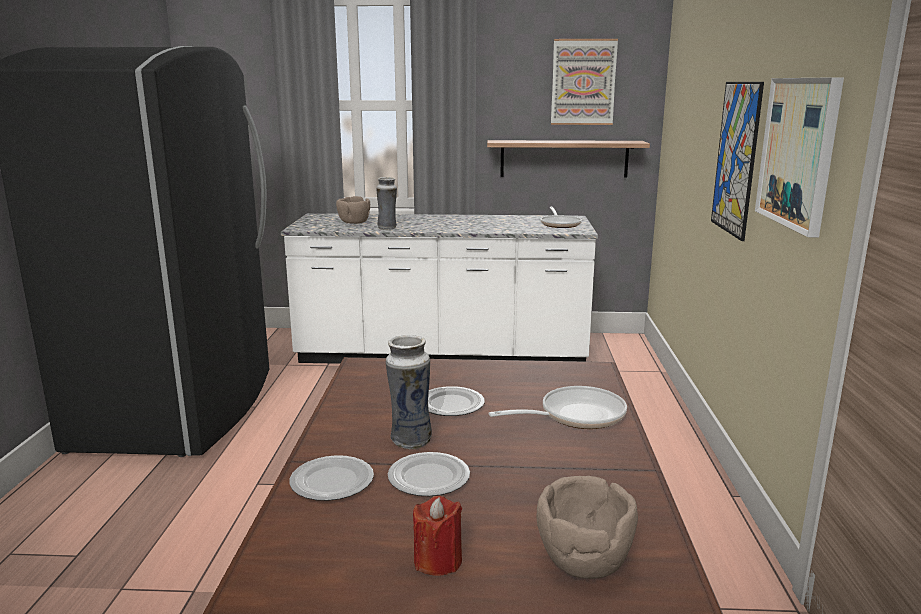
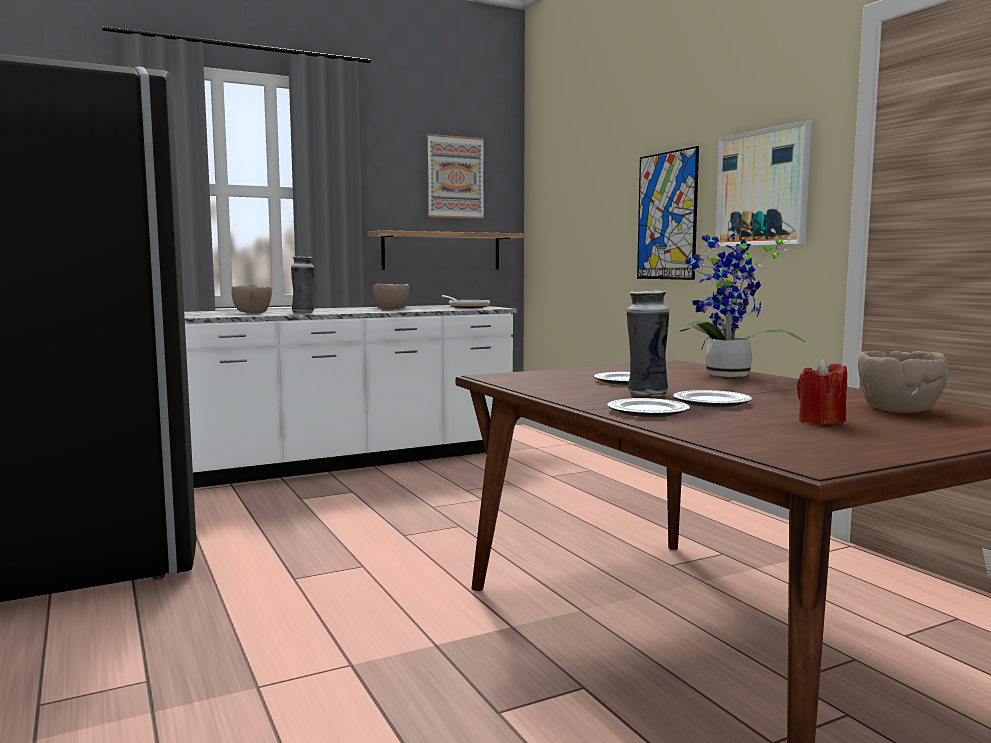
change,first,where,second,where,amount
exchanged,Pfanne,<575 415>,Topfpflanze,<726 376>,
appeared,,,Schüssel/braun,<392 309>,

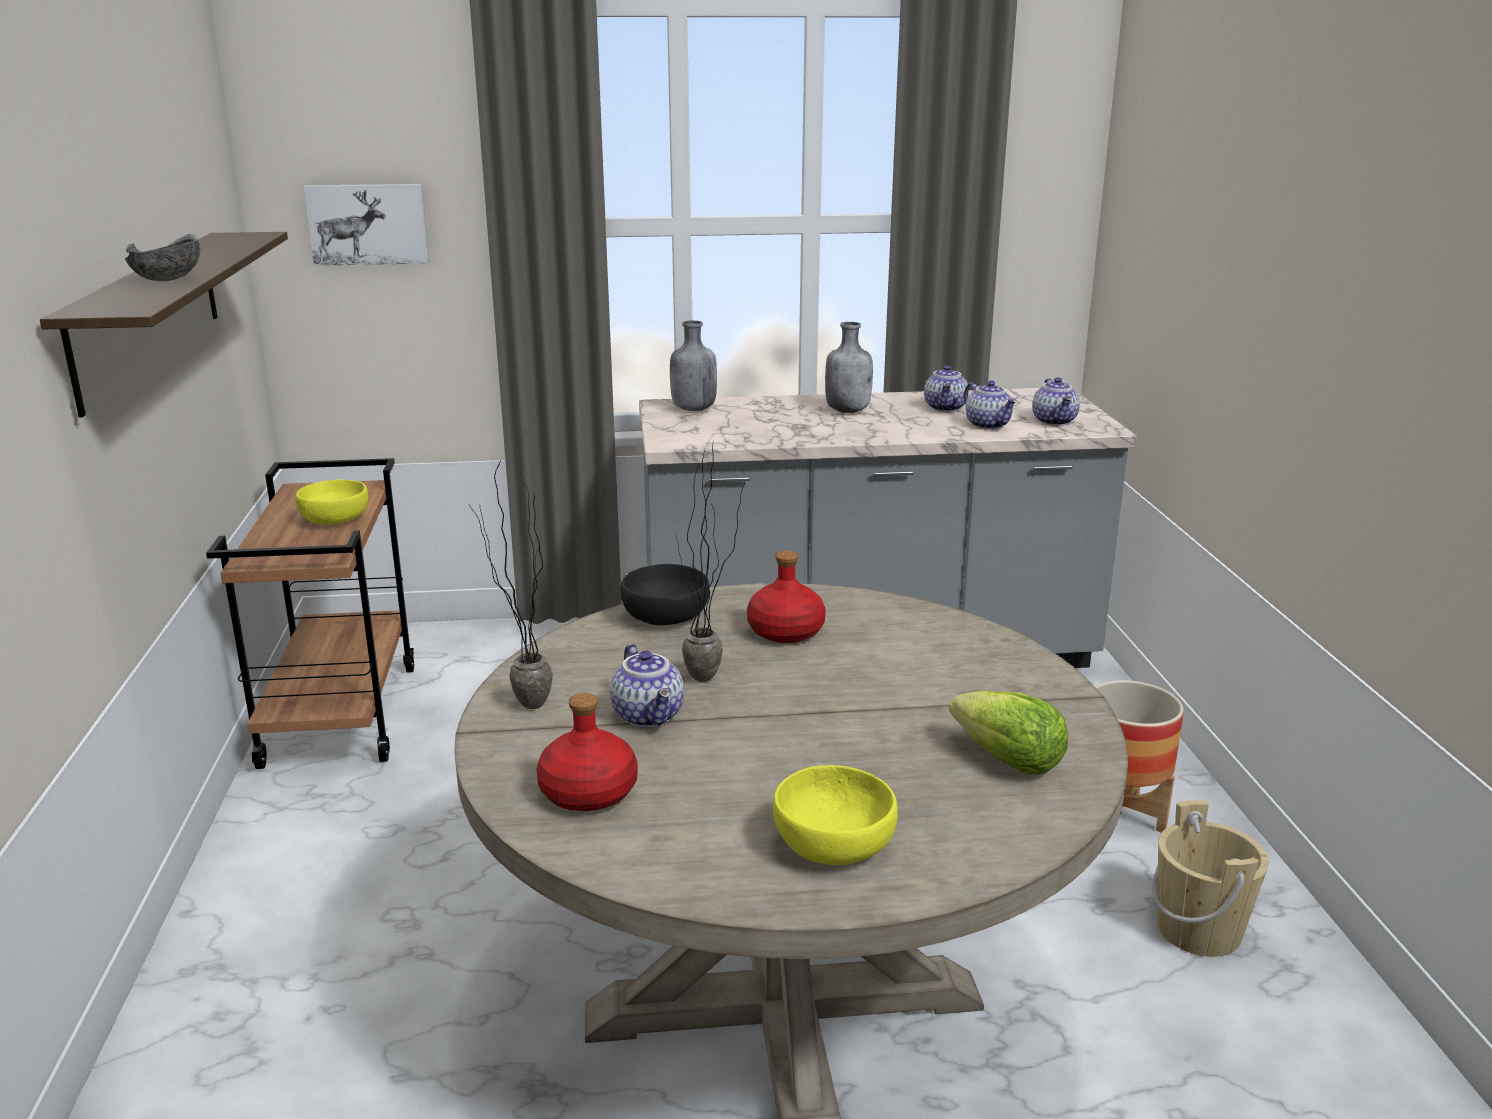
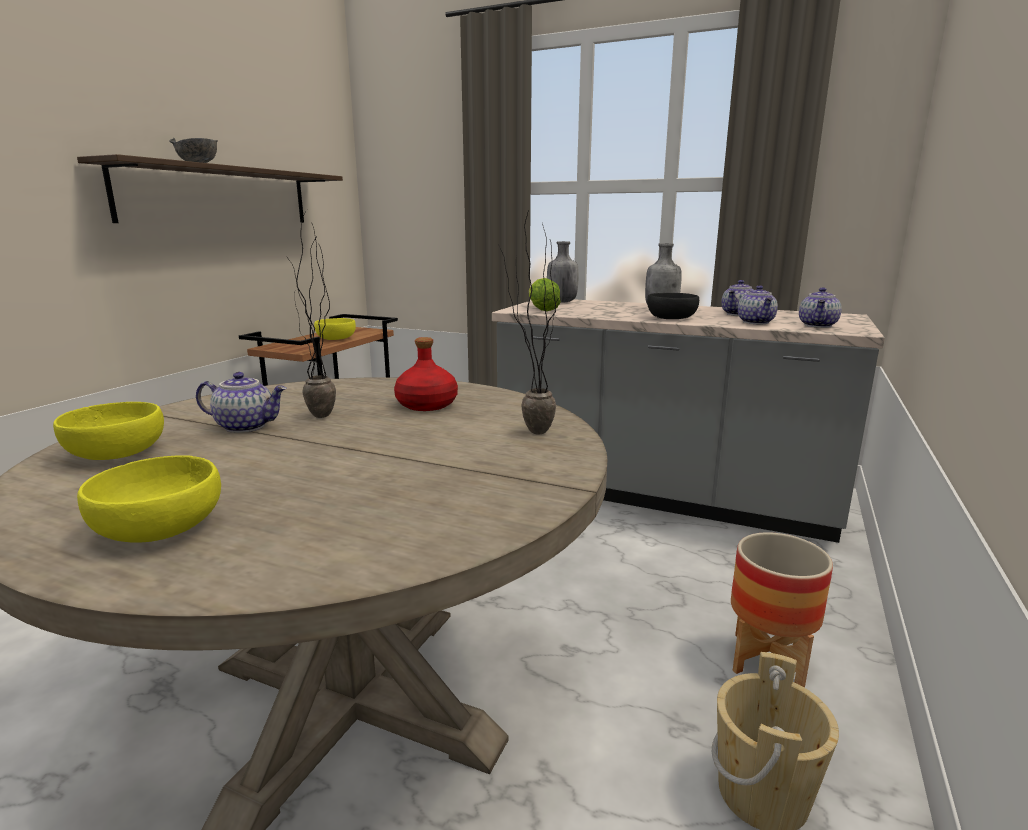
change,first,where,second,where,amount
missing,Bild,<368 224>,,,
relocated,Topfpflanze,<519 706>,,<528 431>,
exchanged,Flasche/rot,<589 793>,Schüssel/gelb,<116 454>,
spun,Teekanne,<650 716>,,<247 426>,90 degrees counterclockwise
relocated,Schüssel/schwarz,<667 617>,,<672 318>,
relocated,Salatkopf,<1008 761>,,<542 310>,

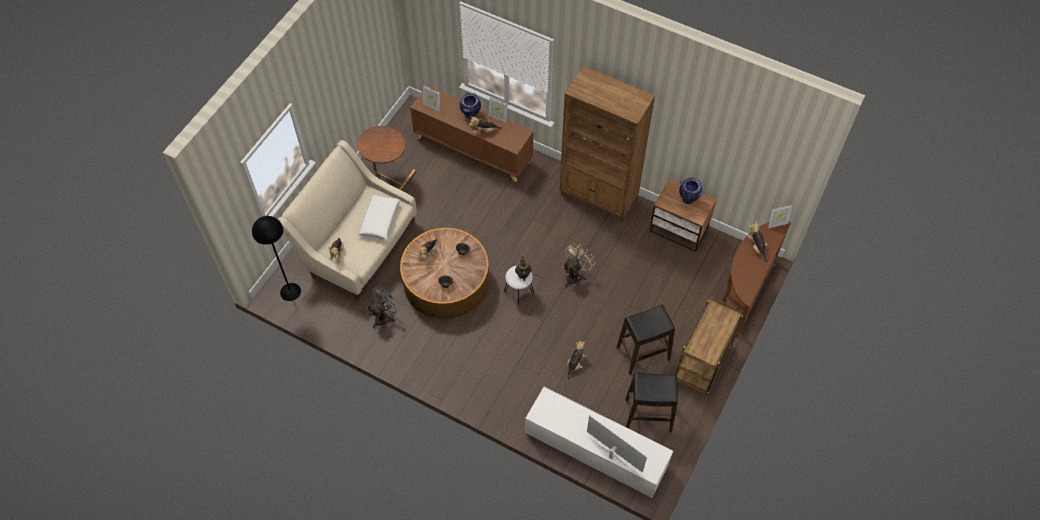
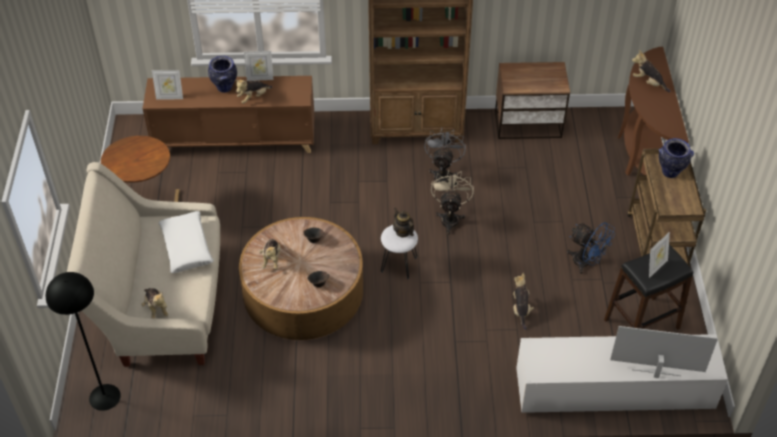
change,first,where,second,where,amount
relocated,Ventilator/grau,<385 316>,,<443 175>,
exchanged,Hocker/schwarz,<643 353>,Ventilator/blau,<586 263>,
relocated,Vase,<688 199>,,<670 172>,
relocated,Bilderrahmen,<777 224>,,<655 267>,

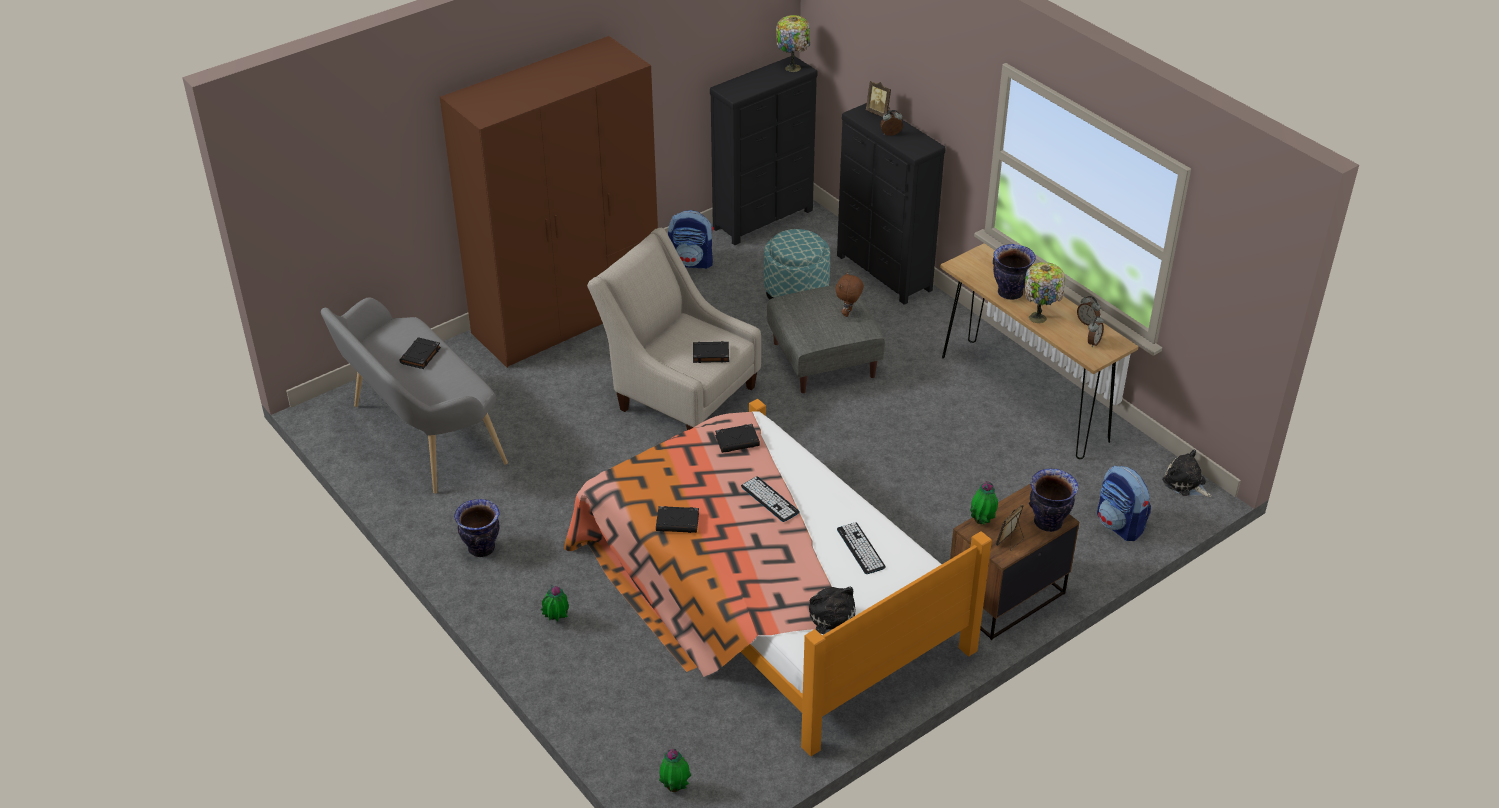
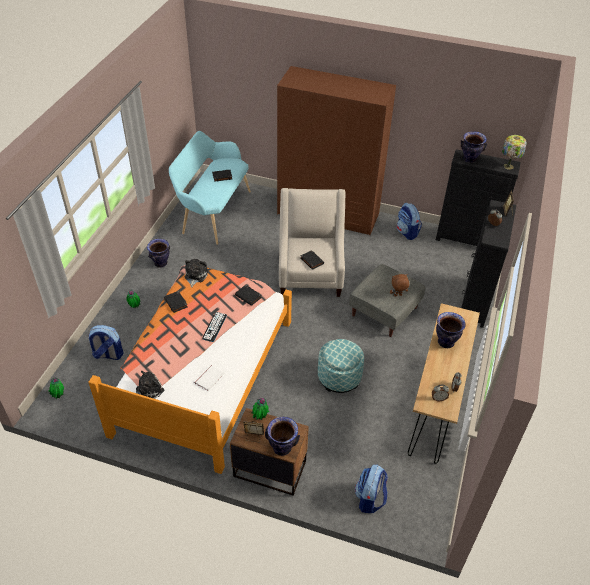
change,first,where,second,where,amount
colour,Bank/grau,<420 436>,Bank/türkis,<213 212>,
relocated,Polsterhocker,<796 290>,,<339 377>,
exchanged,Tastatur,<860 548>,Buch/weiß,<208 378>,
missing,Tischlampe,<1039 318>,,,
relocated,Plüschtier,<1185 483>,,<195 276>,
appeared,,,Rucksack,<108 355>,
appeared,,,Vase,<469 159>,

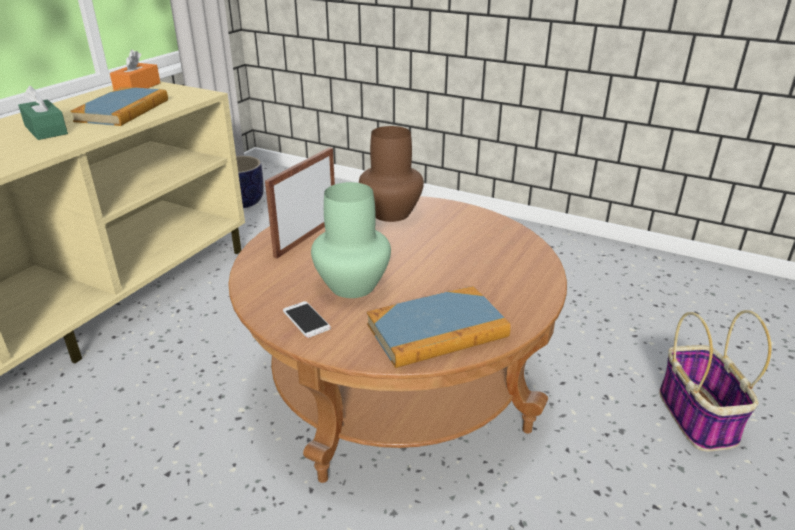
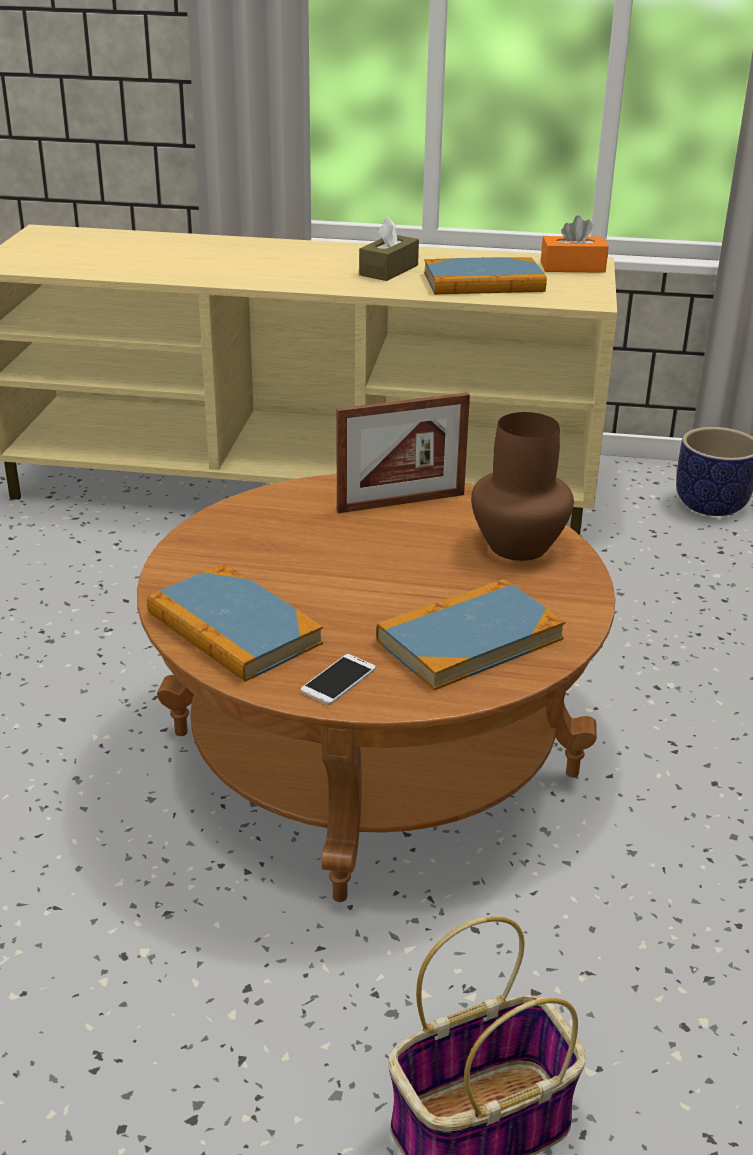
change,first,where,second,where,amount
colour,Taschentuchbox/grün,<46 130>,Taschentuchbox/braun,<388 270>,
spun,Bilderrahmen,<306 237>,,<401 502>,150 degrees clockwise
relocated,Handy,<306 319>,,<338 680>,
missing,Vase/grün,<353 286>,,,
appeared,,,Buch,<469 639>,

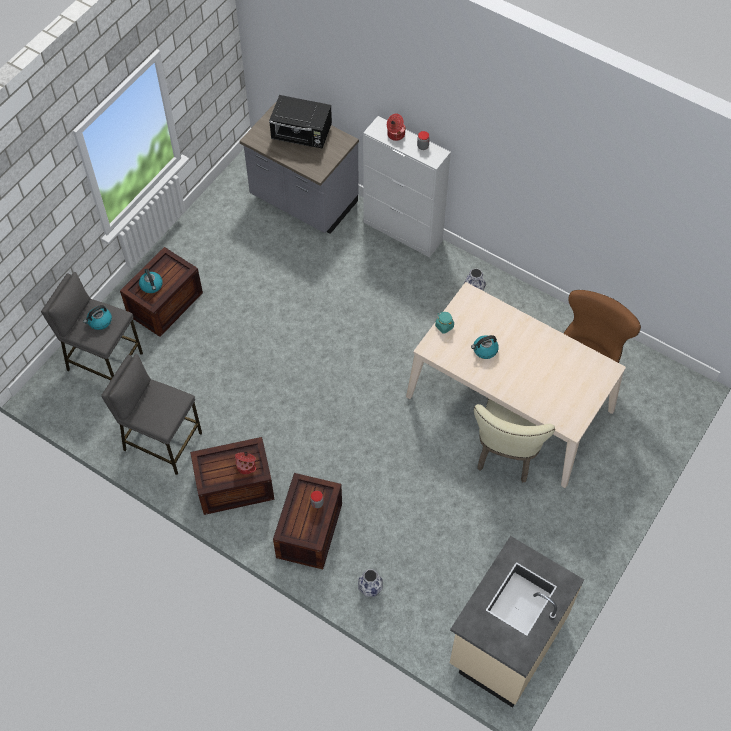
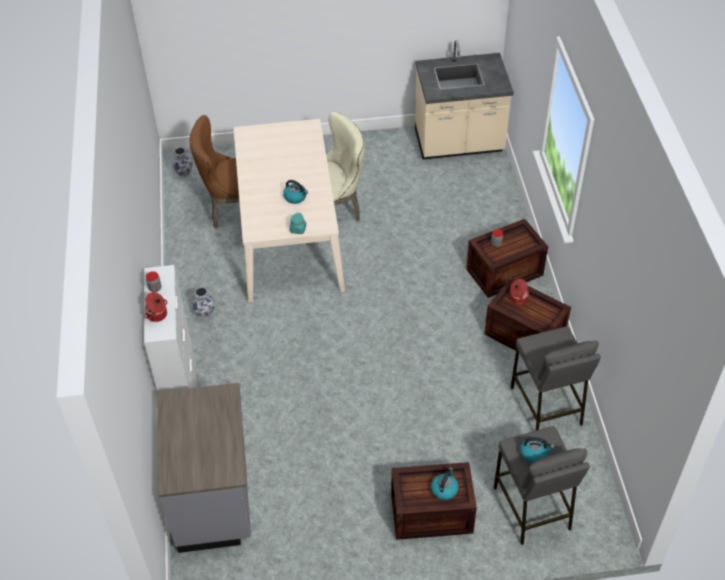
change,first,where,second,where,amount
missing,Mikrowelle/schwarz,<302 135>,,,
relocated,Vase,<370 589>,,<184 173>,

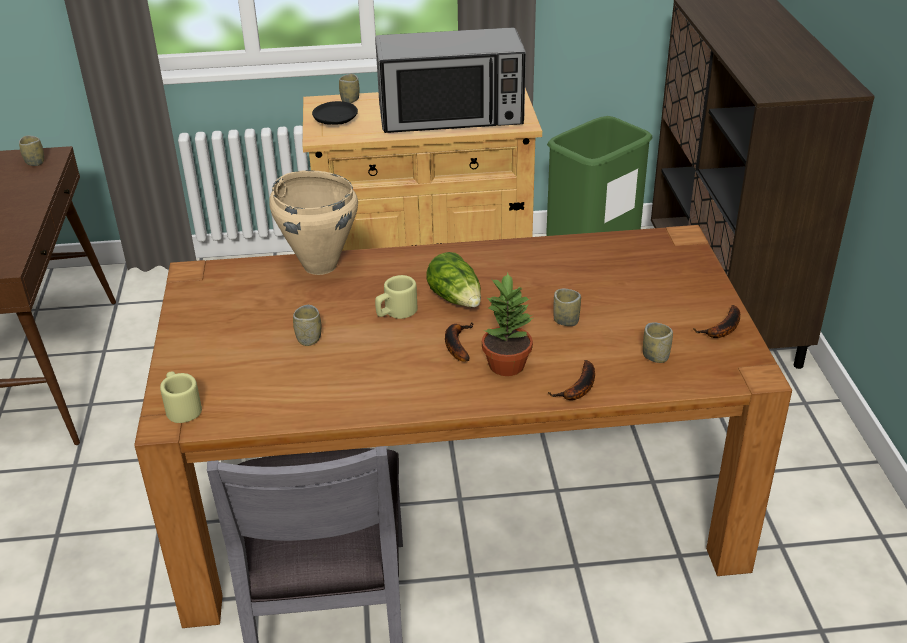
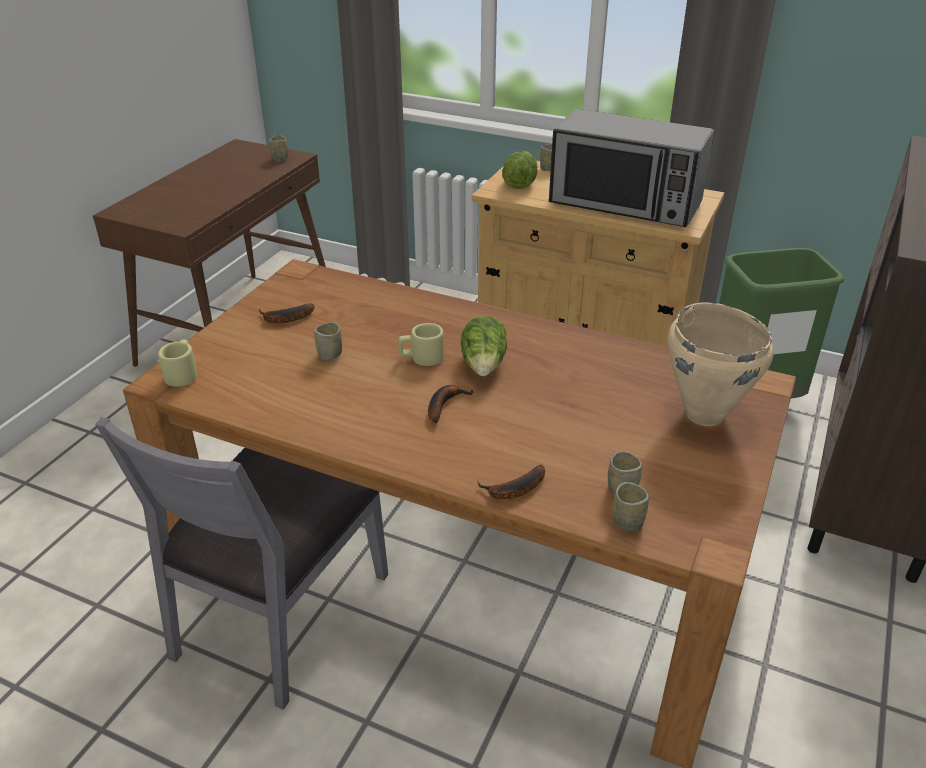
change,first,where,second,where,amount
relocated,Kochtopf/beige,<320 265>,,<705 414>,
exchanged,Teller/schwarz,<335 120>,Salatkopf,<519 181>,
missing,Topfpflanze,<506 364>,,,
relocated,Tasse,<566 321>,,<627 522>,
relocated,Banane,<722 329>,,<285 319>,

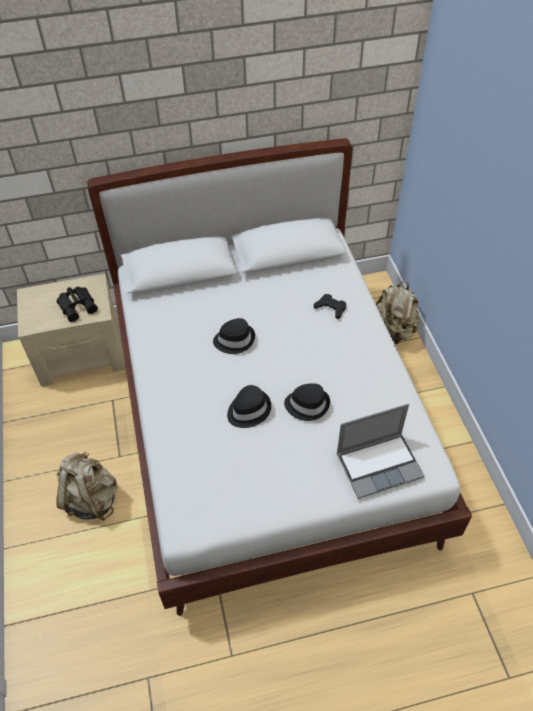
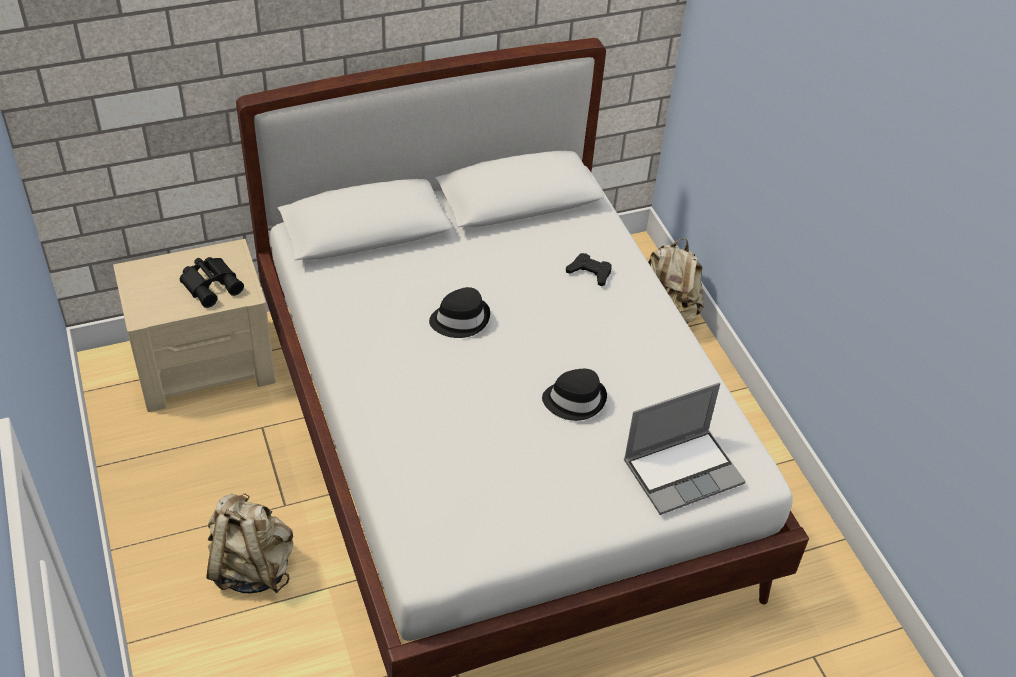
change,first,where,second,where,amount
missing,Hut/schwarz,<248 410>,,,

